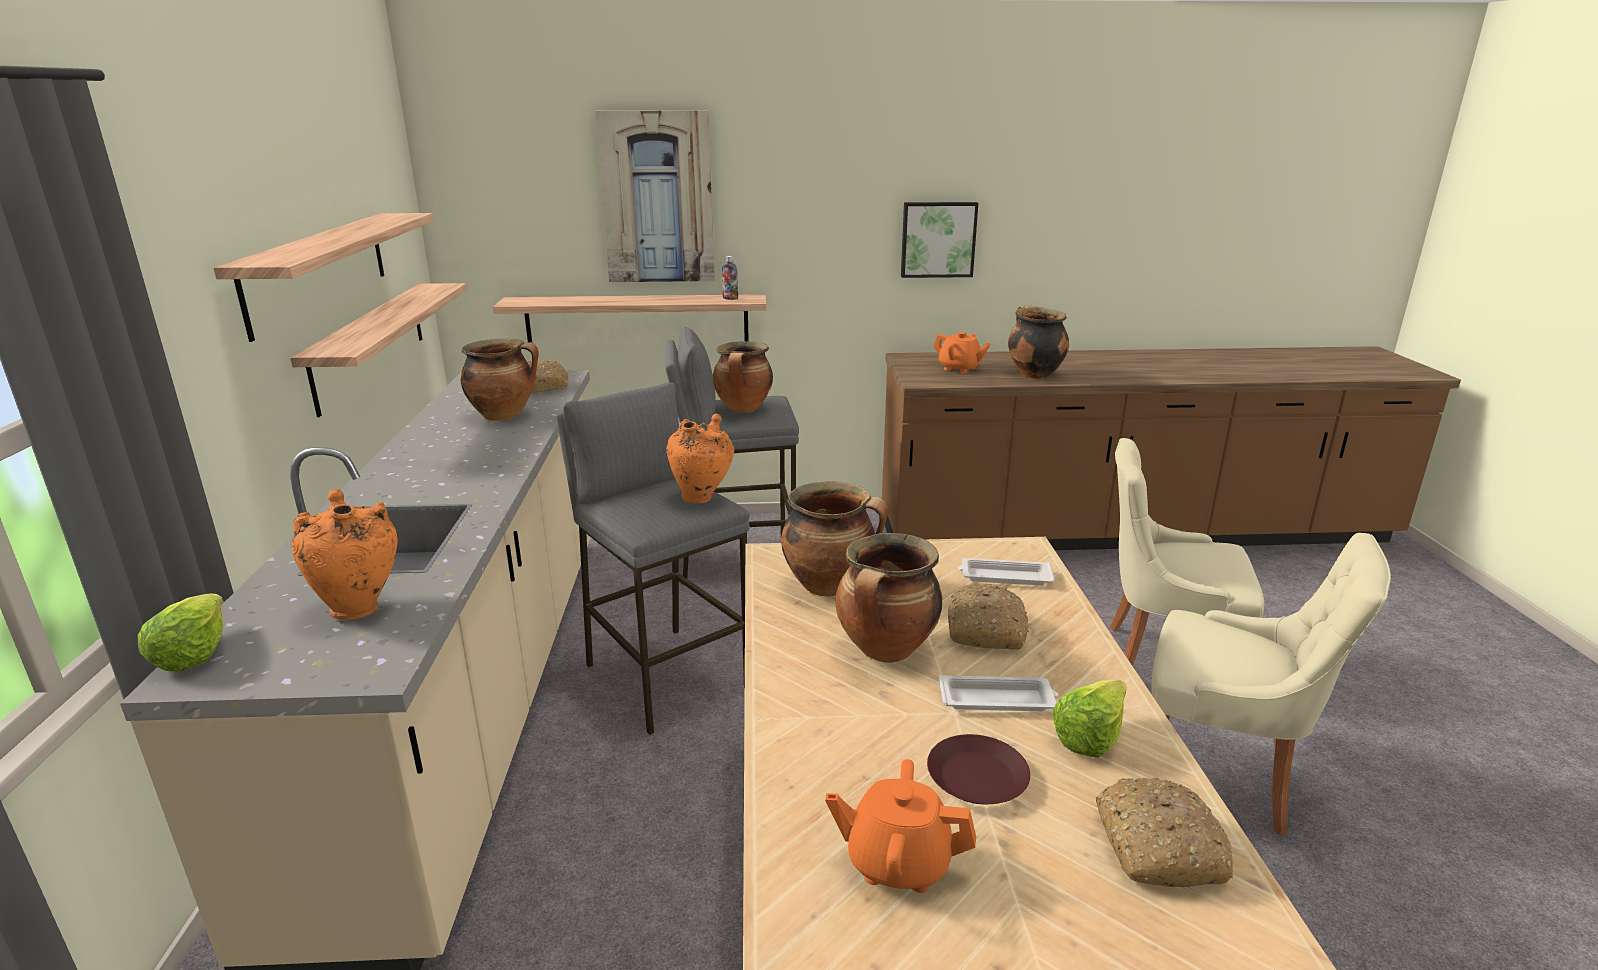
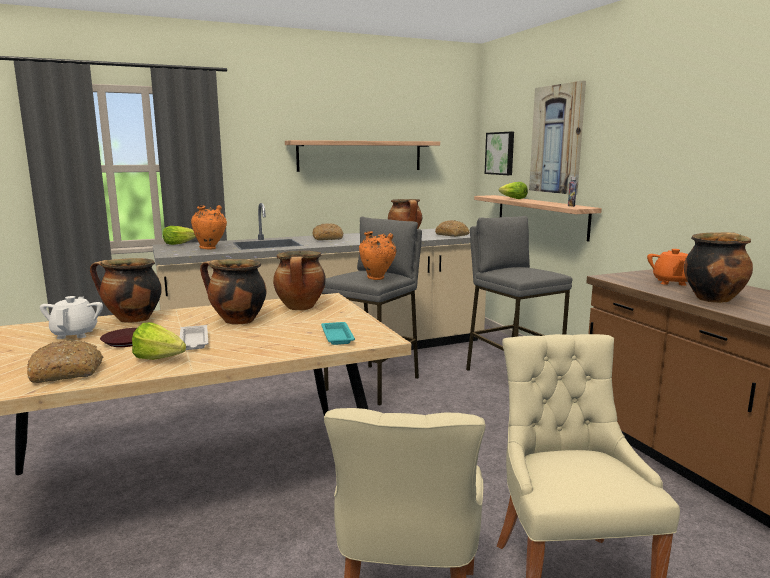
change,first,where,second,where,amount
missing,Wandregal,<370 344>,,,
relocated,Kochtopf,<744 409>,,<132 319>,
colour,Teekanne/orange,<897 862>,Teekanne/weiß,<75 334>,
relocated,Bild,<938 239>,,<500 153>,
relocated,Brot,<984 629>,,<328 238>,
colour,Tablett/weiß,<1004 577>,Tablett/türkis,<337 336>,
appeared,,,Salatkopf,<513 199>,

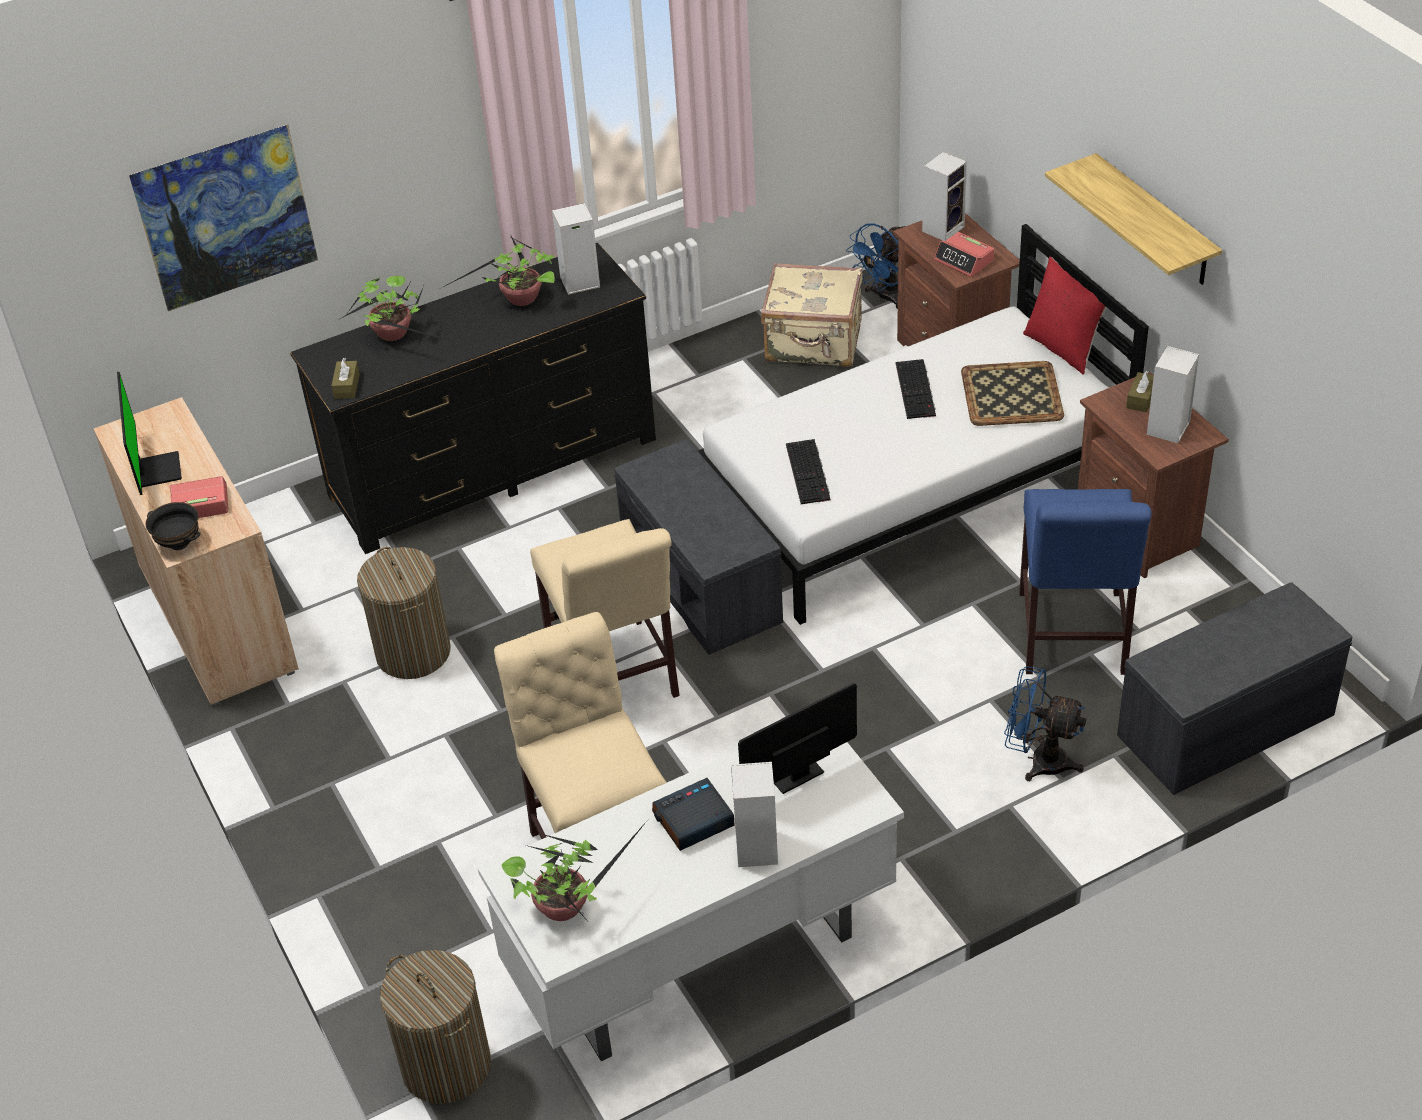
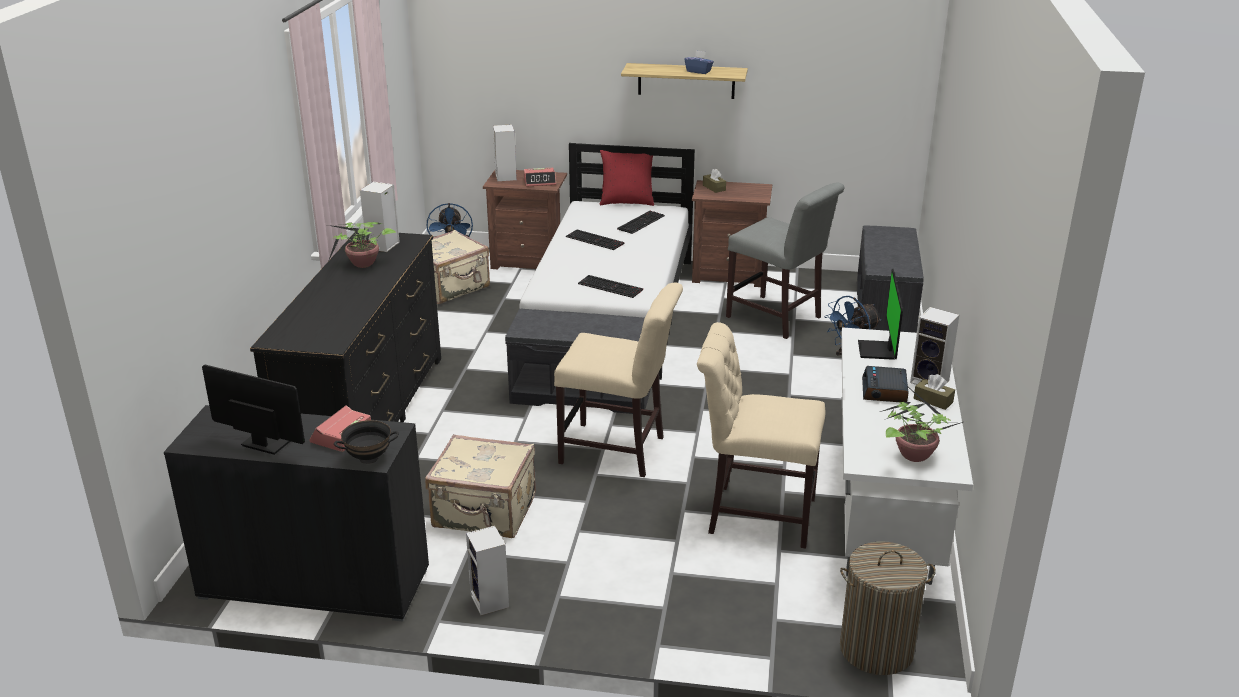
change,first,where,second,where,amount
colour,Schrank/beige,<217 618>,Schrank/schwarz,<315 582>,
missing,Bild,<235 252>,,,
relocated,Taschentuchbox/braun,<347 386>,,<933 400>,
missing,Topfpflanze,<395 336>,,,
exchanged,Wäschekorb,<413 653>,Koffer/beige,<484 513>,
exchanged,Tablett,<1012 393>,Tastatur,<640 222>,
colour,Stuhl/blau,<1072 639>,Stuhl/grau,<778 319>,
relocated,Lautsprecher,<1168 430>,,<491 602>,
appeared,,,Taschentuchbox/blau,<698 71>,

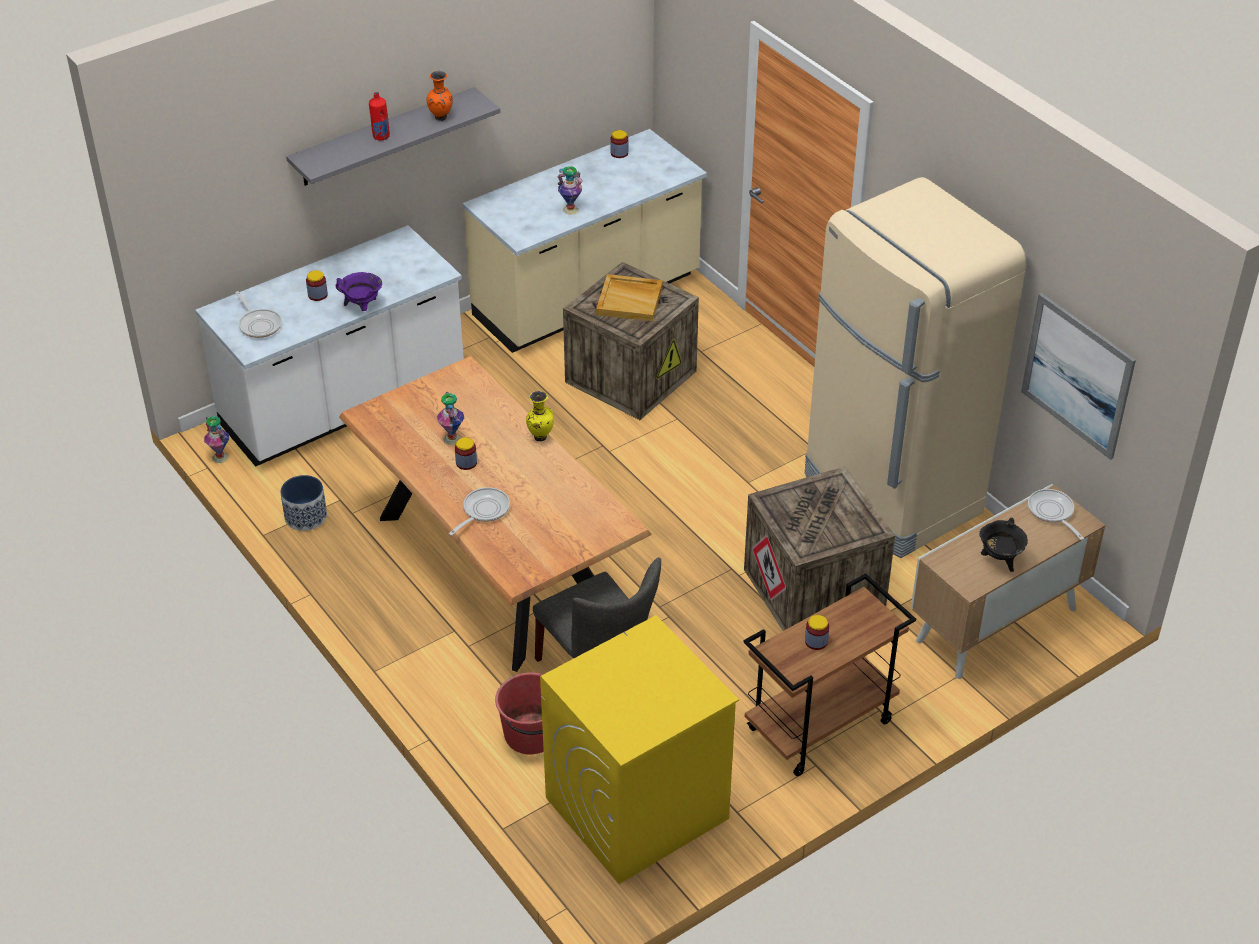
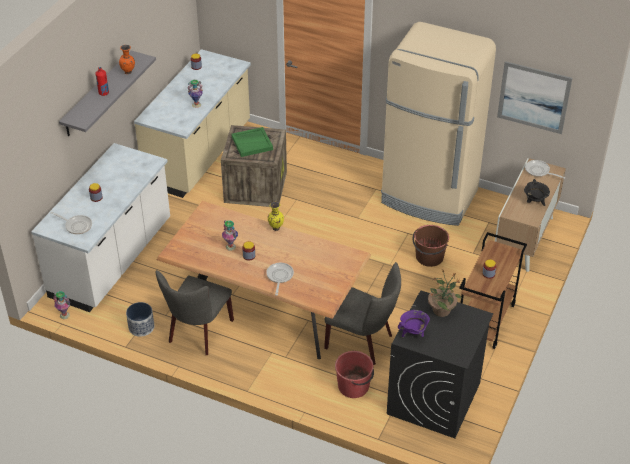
change,first,where,second,where,amount
relocated,Kochtopf/lila,<362 307>,,<413 334>,
colour,Waschmaschine/gelb,<636 809>,Waschmaschine/schwarz,<433 399>,
colour,Tablett/beige,<630 300>,Tablett/grün,<252 143>,
exchanged,Kiste,<811 589>,Eimer/braun,<429 257>,
appeared,,,Stuhl/grau,<198 333>,
appeared,,,Topfpflanze,<442 310>,

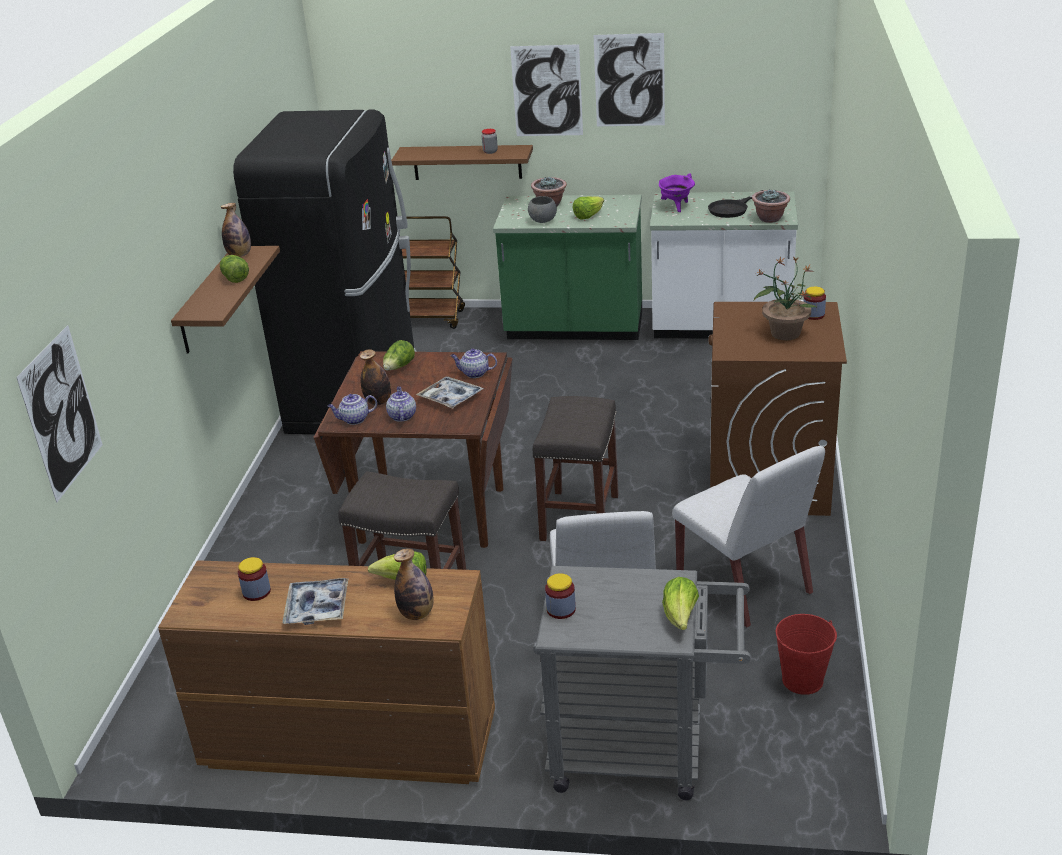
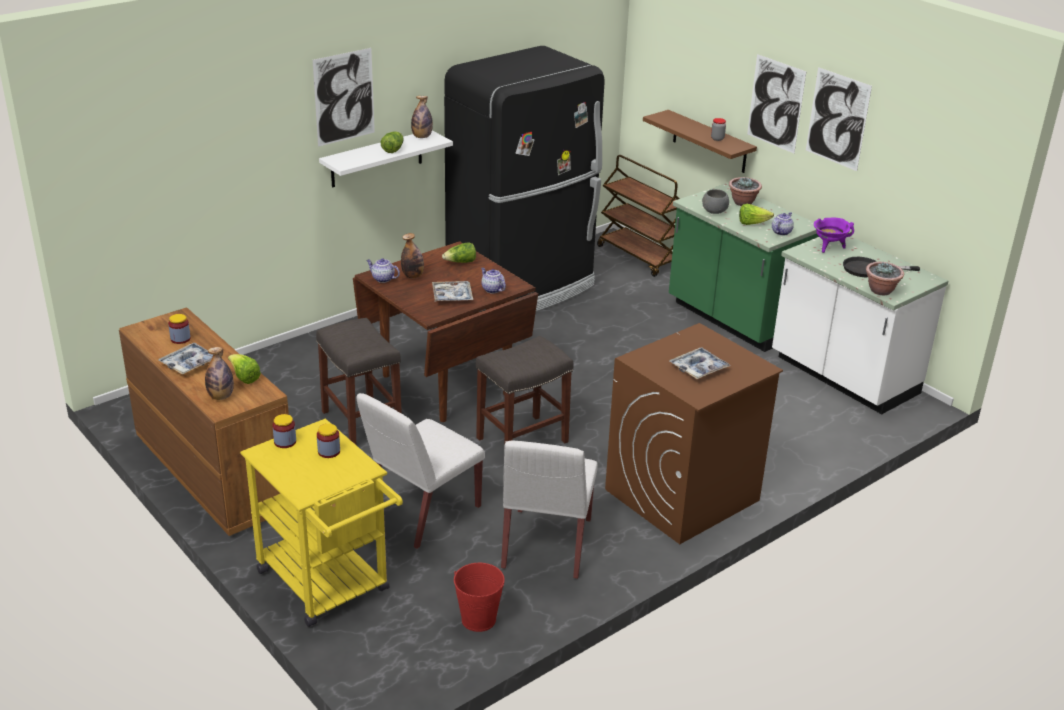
change,first,where,second,where,amount
relocated,Bild,<62 413>,,<344 97>,
colour,Wandregal/braun,<207 300>,Wandregal/weiß,<376 159>,
relocated,Teekanne,<402 416>,,<781 232>,
colour,Rollwagen/grau,<642 752>,Rollwagen/gelb,<329 586>,
missing,Salatkopf,<680 617>,,,
exchanged,Topfpflanze,<785 333>,Tablett,<698 368>,
relocated,Vorratsglas,<813 315>,,<329 451>,

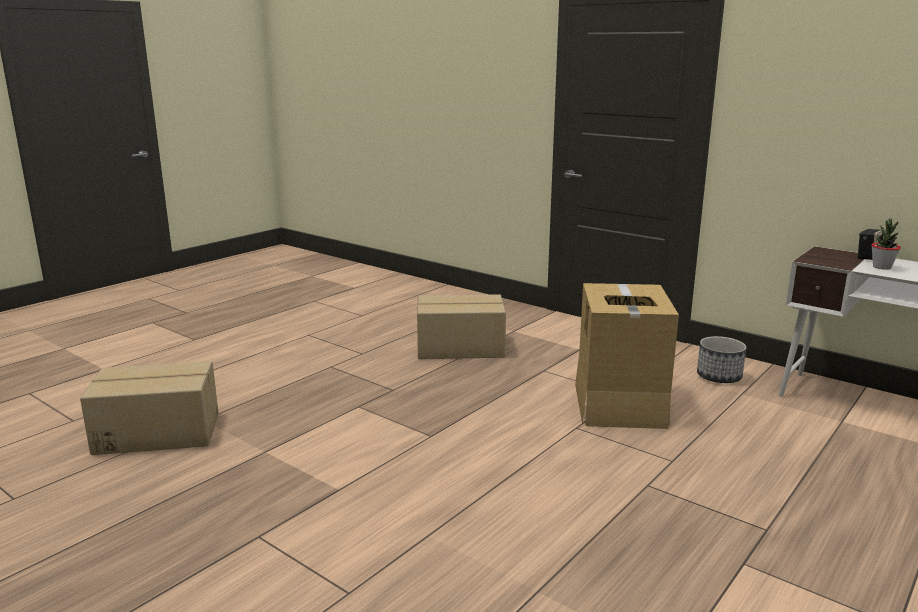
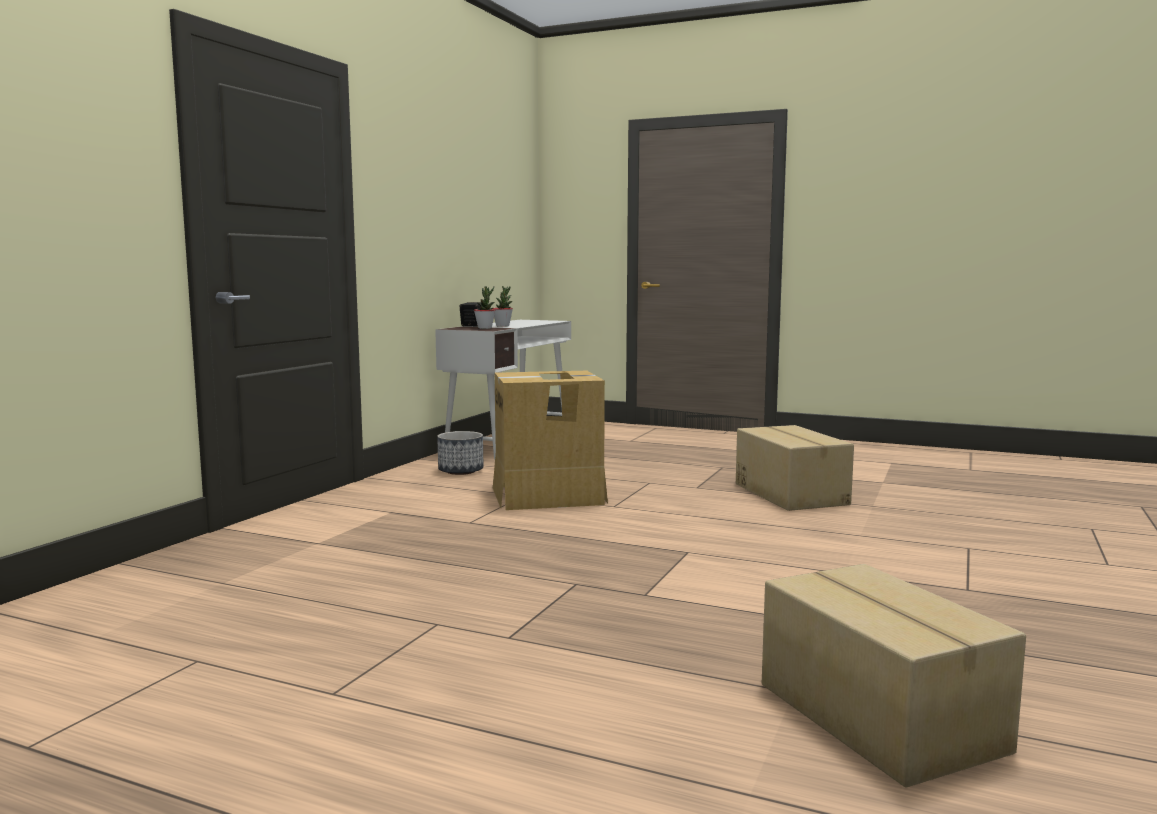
change,first,where,second,where,amount
relocated,Karton,<460 348>,,<791 494>,
appeared,,,Topfpflanze,<485 328>,

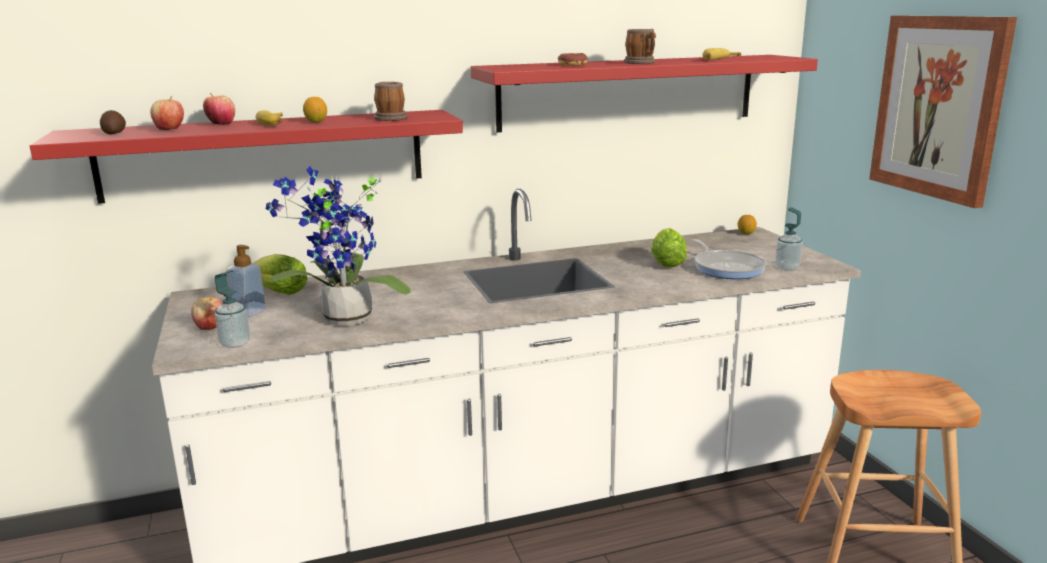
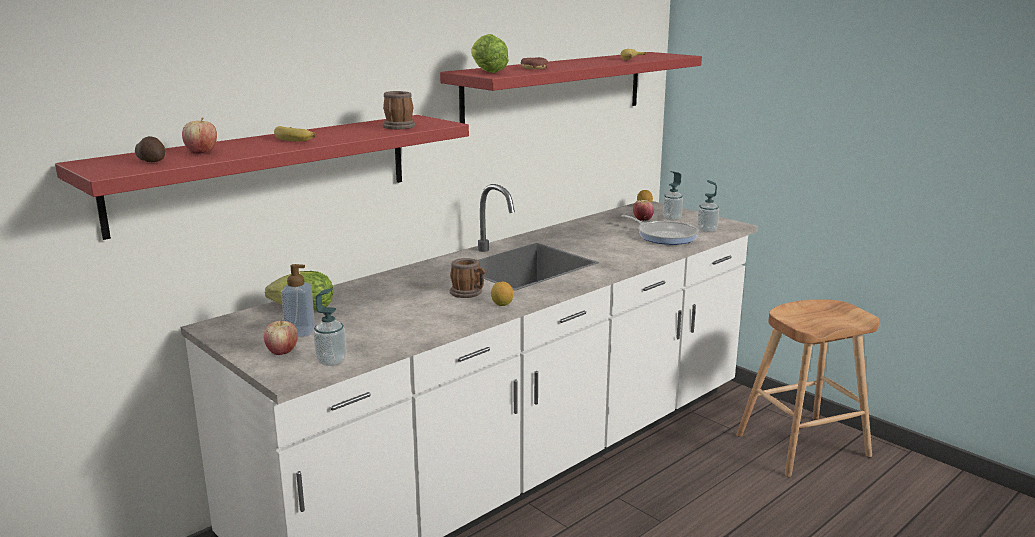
change,first,where,second,where,amount
relocated,Apfel,<221 124>,,<642 220>,
missing,Topfpflanze,<343 321>,,,
relocated,Zitrone,<316 121>,,<502 304>,
relocated,Henkelbecher,<641 63>,,<469 293>,
relocated,Salatkopf,<666 262>,,<486 71>,
missing,Bild,<938 107>,,,
appeared,,,Seifenspender,<672 218>,

